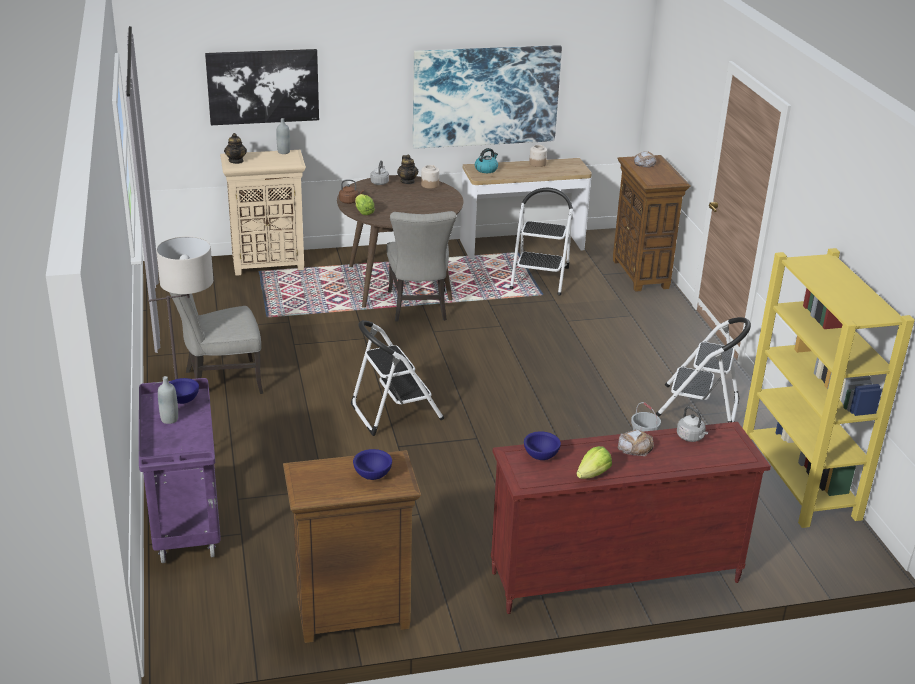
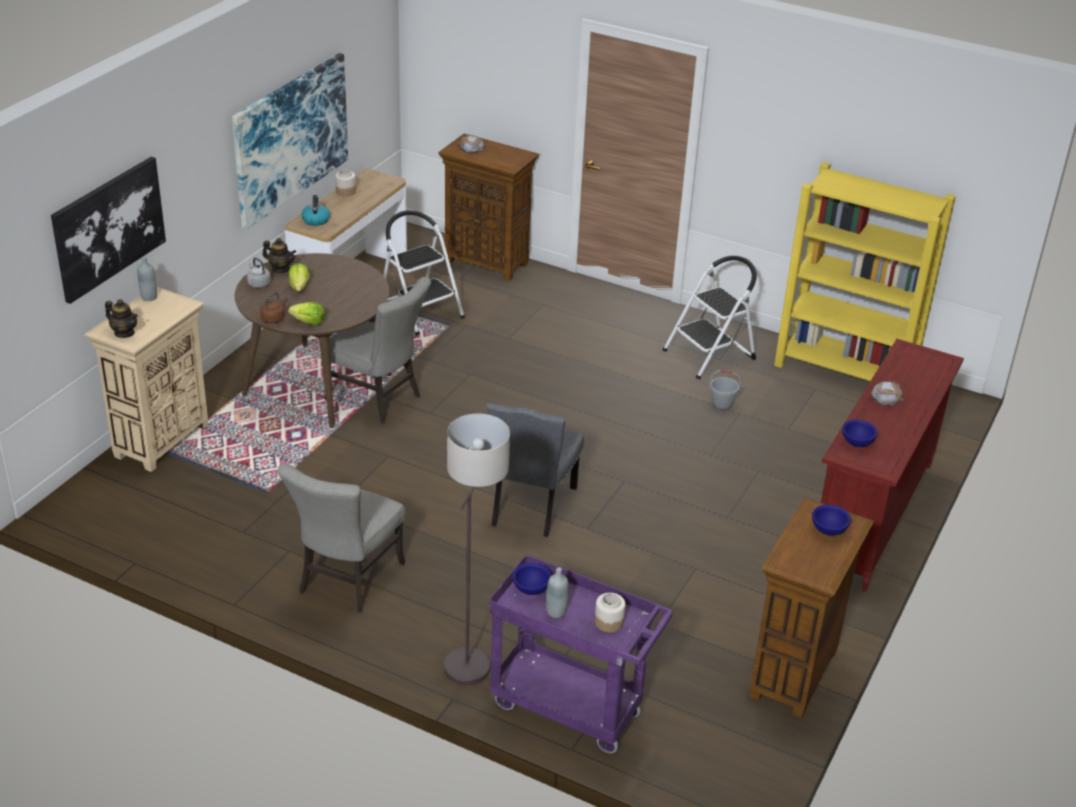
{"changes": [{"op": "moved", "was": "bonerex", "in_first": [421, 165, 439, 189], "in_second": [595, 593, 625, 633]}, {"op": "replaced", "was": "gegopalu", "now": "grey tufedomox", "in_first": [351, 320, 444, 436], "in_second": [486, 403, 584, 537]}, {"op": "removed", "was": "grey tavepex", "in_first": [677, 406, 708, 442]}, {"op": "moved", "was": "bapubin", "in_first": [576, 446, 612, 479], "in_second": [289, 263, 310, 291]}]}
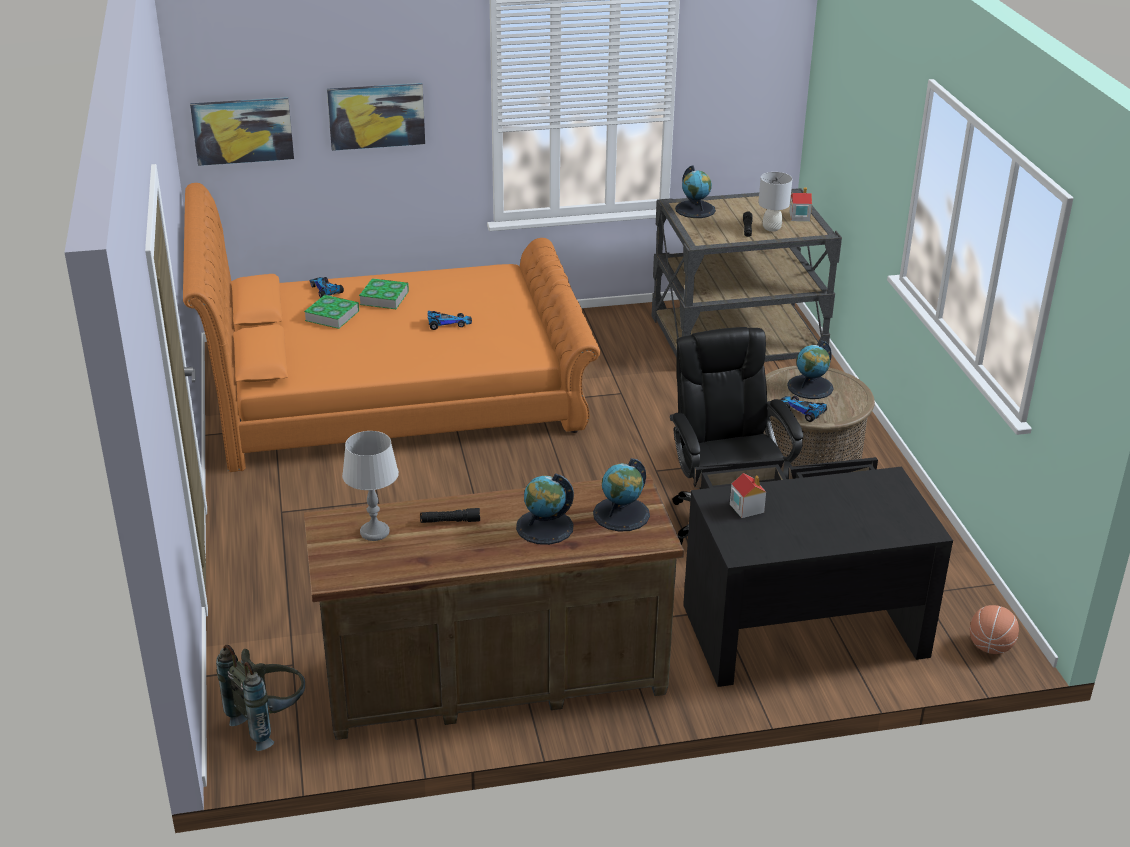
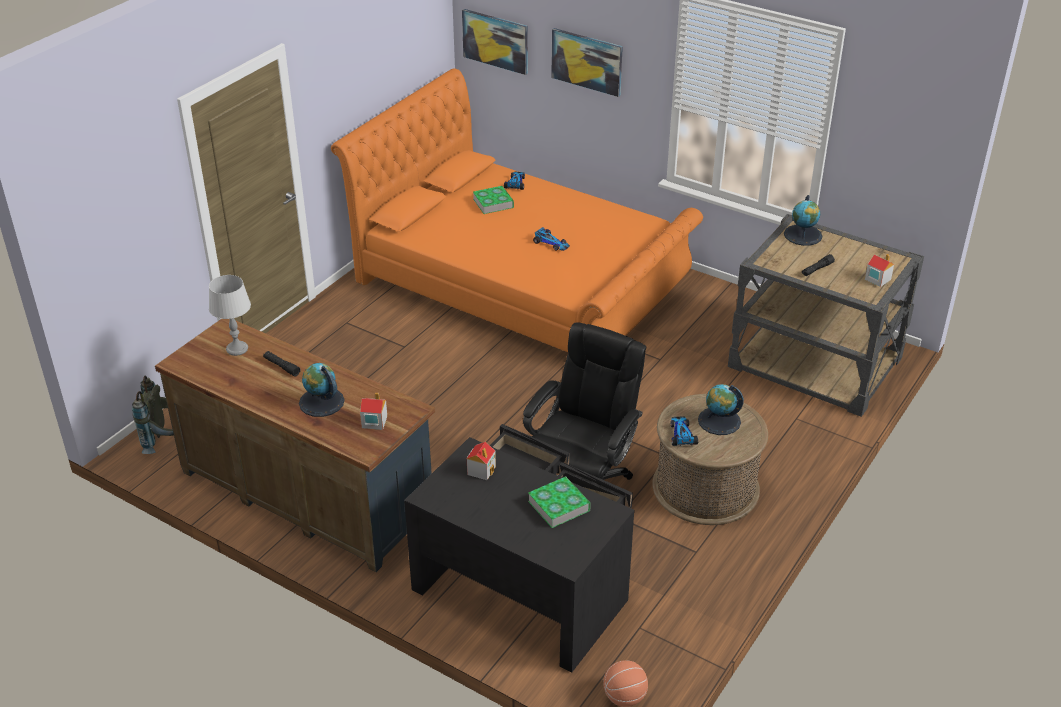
{"changes": [{"op": "removed", "was": "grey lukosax", "in_first": [758, 172, 792, 232]}, {"op": "moved", "was": "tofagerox", "in_first": [359, 278, 409, 309], "in_second": [528, 477, 591, 528]}, {"op": "replaced", "was": "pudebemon", "now": "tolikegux", "in_first": [593, 458, 650, 531], "in_second": [360, 393, 387, 430]}]}
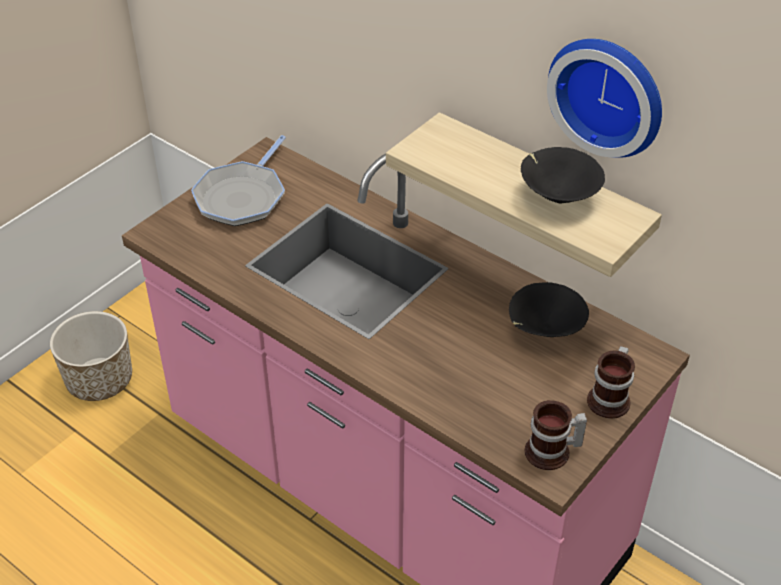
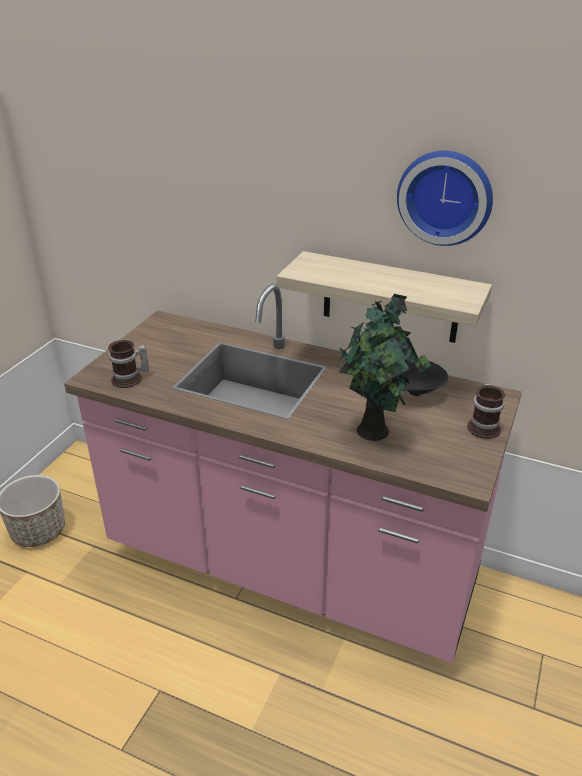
{"changes": [{"op": "removed", "was": "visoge", "in_first": [191, 135, 286, 226]}, {"op": "removed", "was": "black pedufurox", "in_first": [521, 147, 605, 204]}, {"op": "moved", "was": "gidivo", "in_first": [525, 400, 587, 470], "in_second": [108, 340, 149, 388]}, {"op": "added", "now": "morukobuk", "in_second": [339, 294, 431, 441]}]}
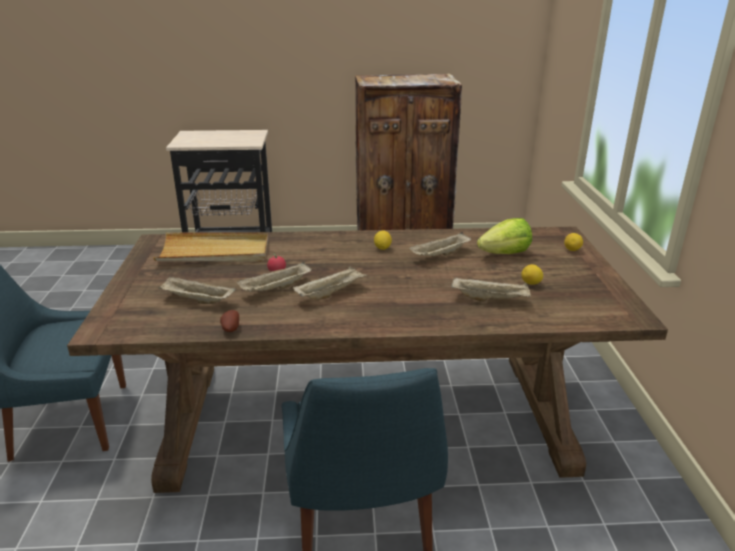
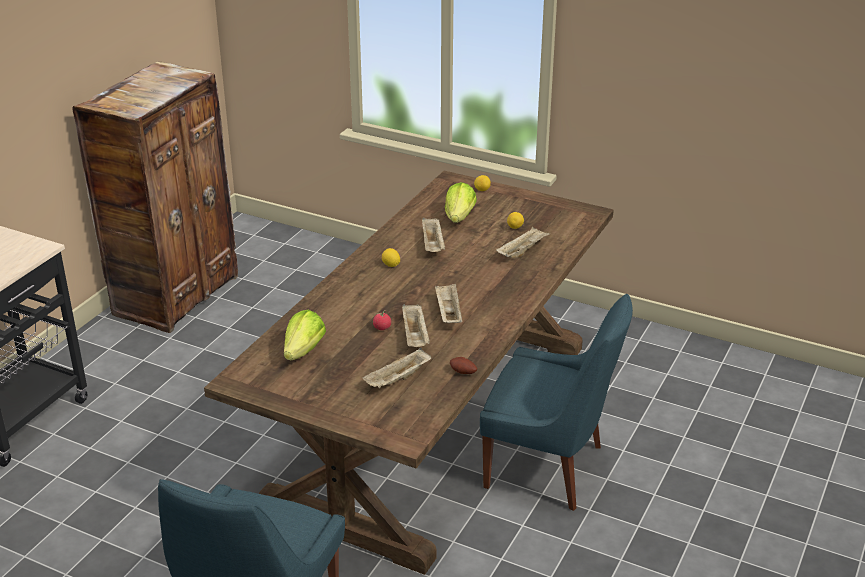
{"changes": [{"op": "replaced", "was": "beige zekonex", "now": "bapubin", "in_first": [153, 232, 268, 262], "in_second": [284, 310, 326, 360]}]}
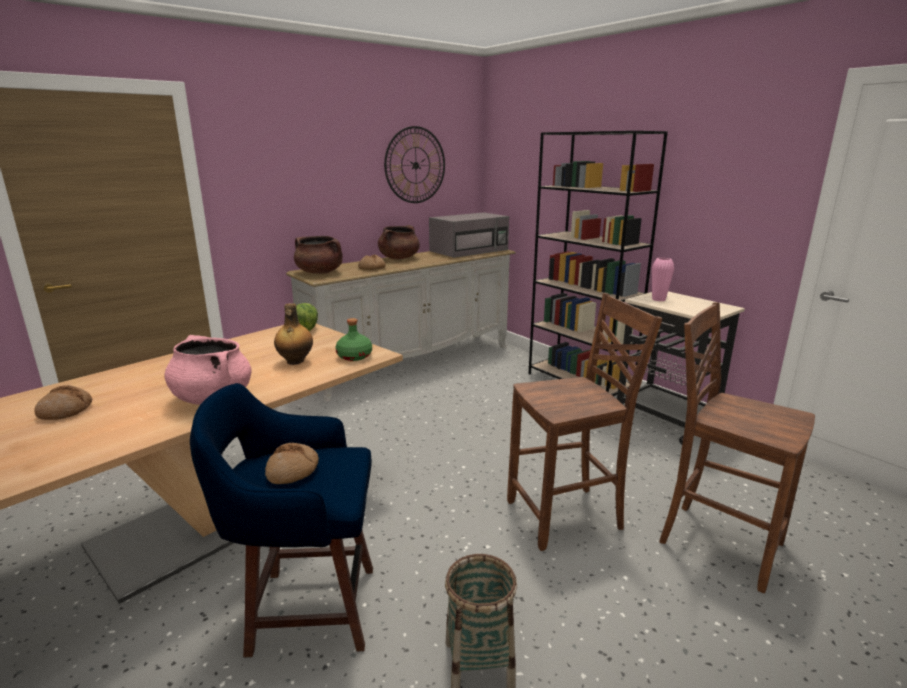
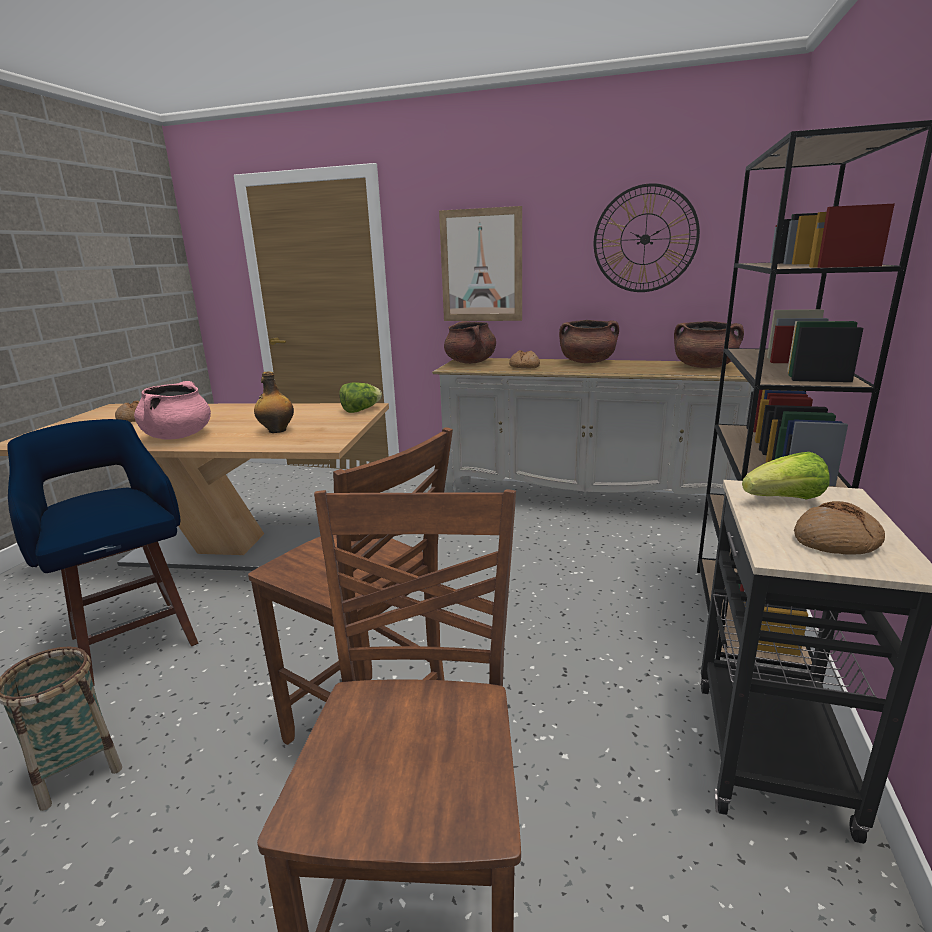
{"changes": [{"op": "replaced", "was": "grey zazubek", "now": "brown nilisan", "in_first": [429, 212, 509, 258], "in_second": [674, 321, 744, 368]}, {"op": "replaced", "was": "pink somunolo", "now": "bapubin", "in_first": [652, 258, 674, 301], "in_second": [742, 452, 830, 500]}, {"op": "removed", "was": "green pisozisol", "in_first": [335, 318, 372, 361]}, {"op": "moved", "was": "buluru", "in_first": [265, 443, 319, 484], "in_second": [794, 501, 885, 555]}, {"op": "added", "now": "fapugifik", "in_second": [439, 206, 522, 321]}]}
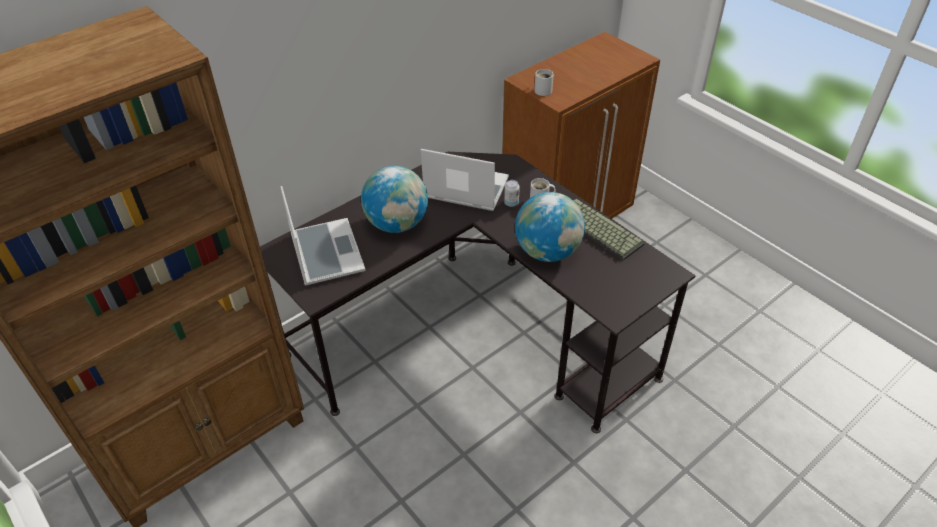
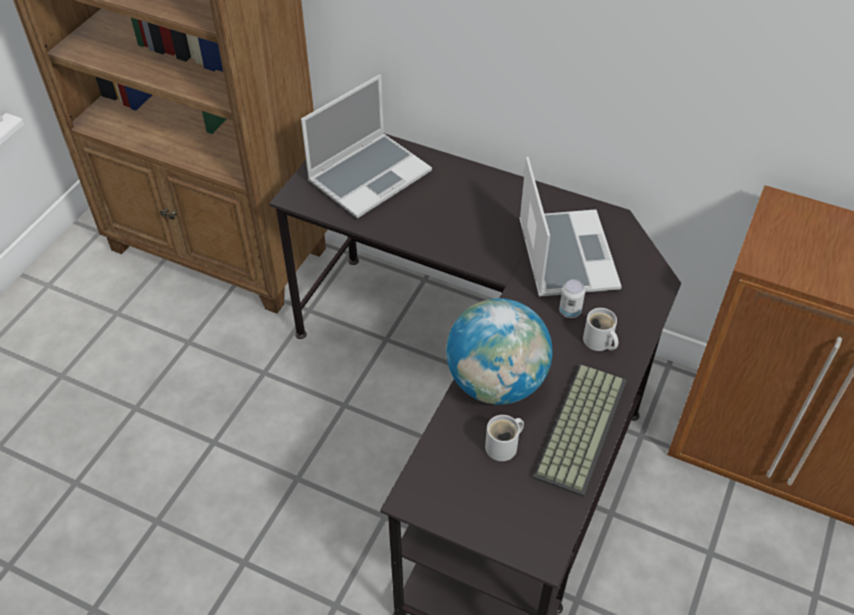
{"changes": [{"op": "moved", "was": "white gidivo", "in_first": [534, 69, 554, 96], "in_second": [485, 415, 524, 461]}, {"op": "removed", "was": "pudebemon", "in_first": [361, 166, 428, 233]}]}
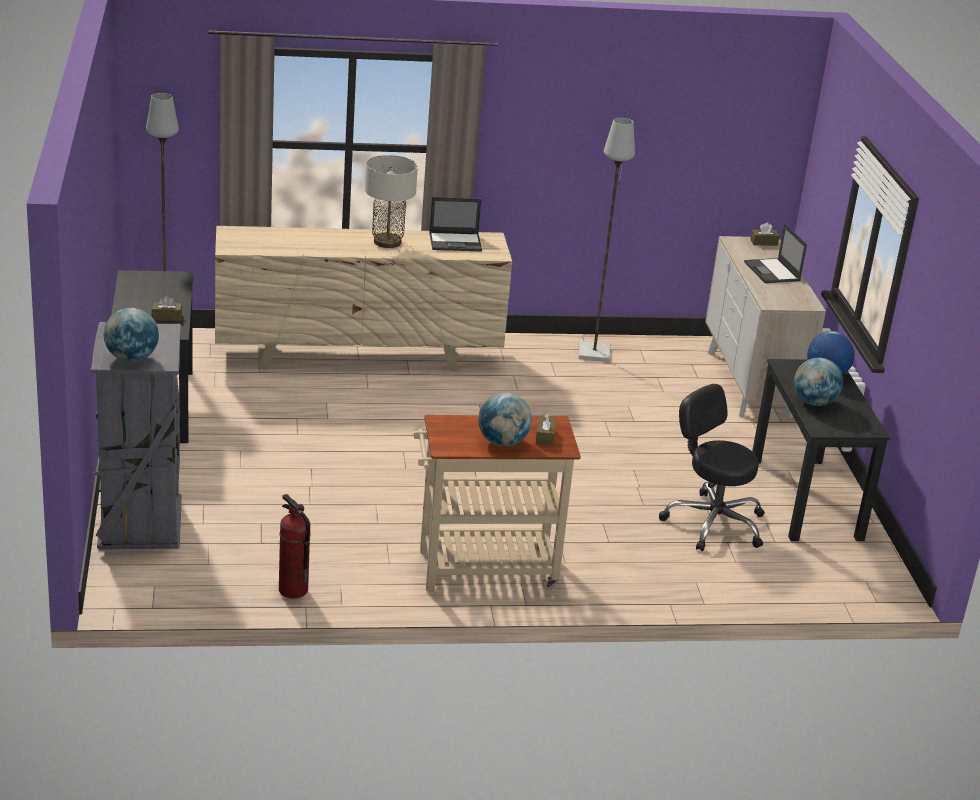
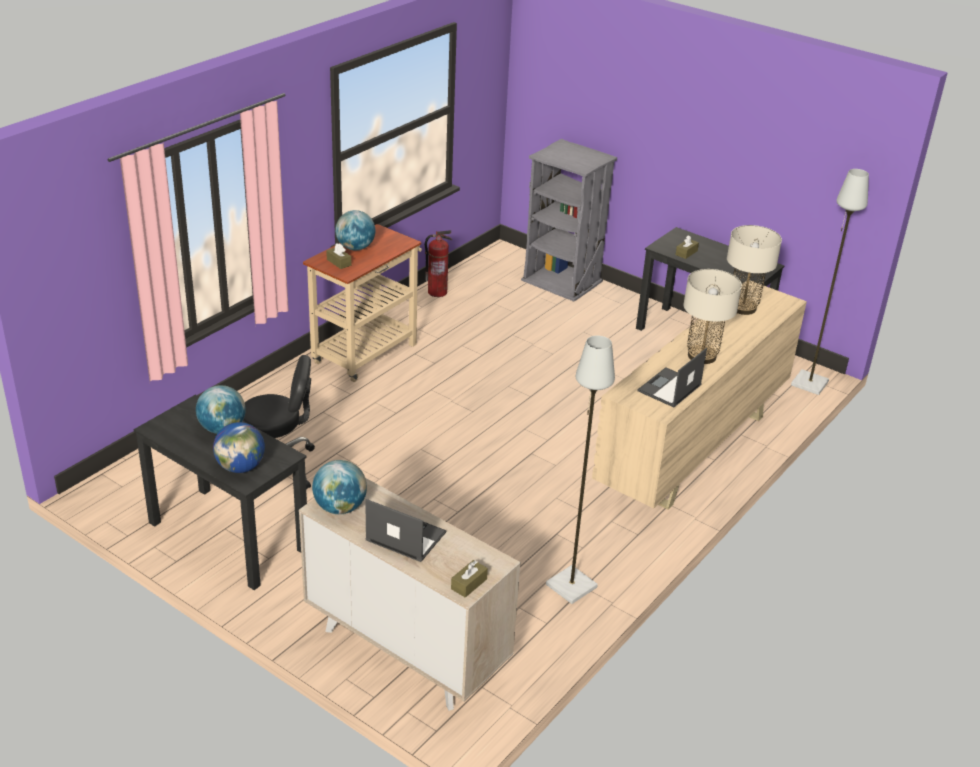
{"changes": [{"op": "moved", "was": "pudebemon", "in_first": [104, 308, 159, 362], "in_second": [312, 460, 367, 514]}, {"op": "added", "now": "lukosax", "in_second": [727, 225, 782, 315]}]}
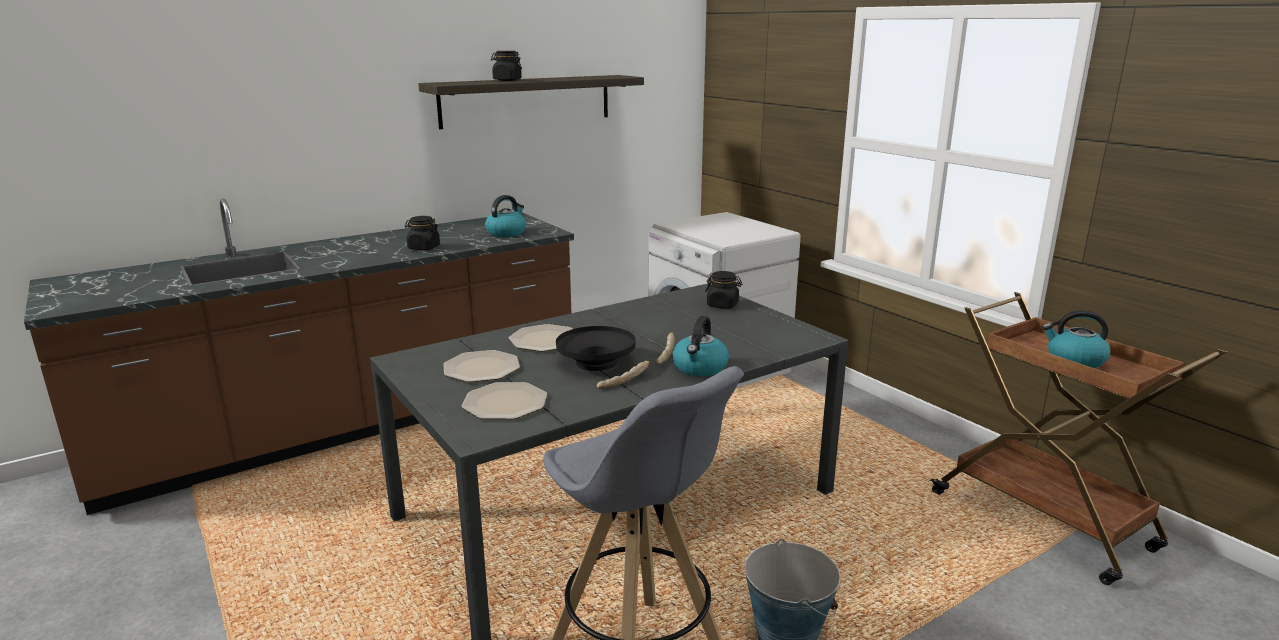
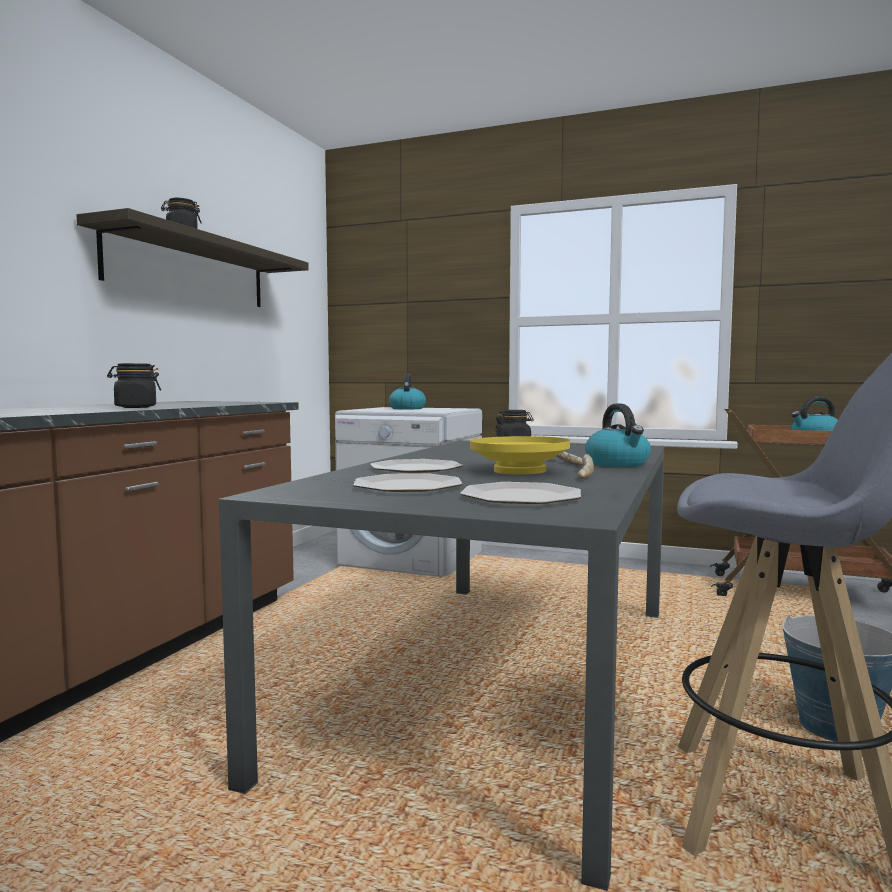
{"changes": [{"op": "moved", "was": "tavepex", "in_first": [485, 195, 526, 237], "in_second": [389, 373, 426, 409]}, {"op": "recoloured", "was": "black pedufurox", "now": "yellow pedufurox", "in_first": [556, 326, 636, 371], "in_second": [470, 436, 570, 475]}]}
